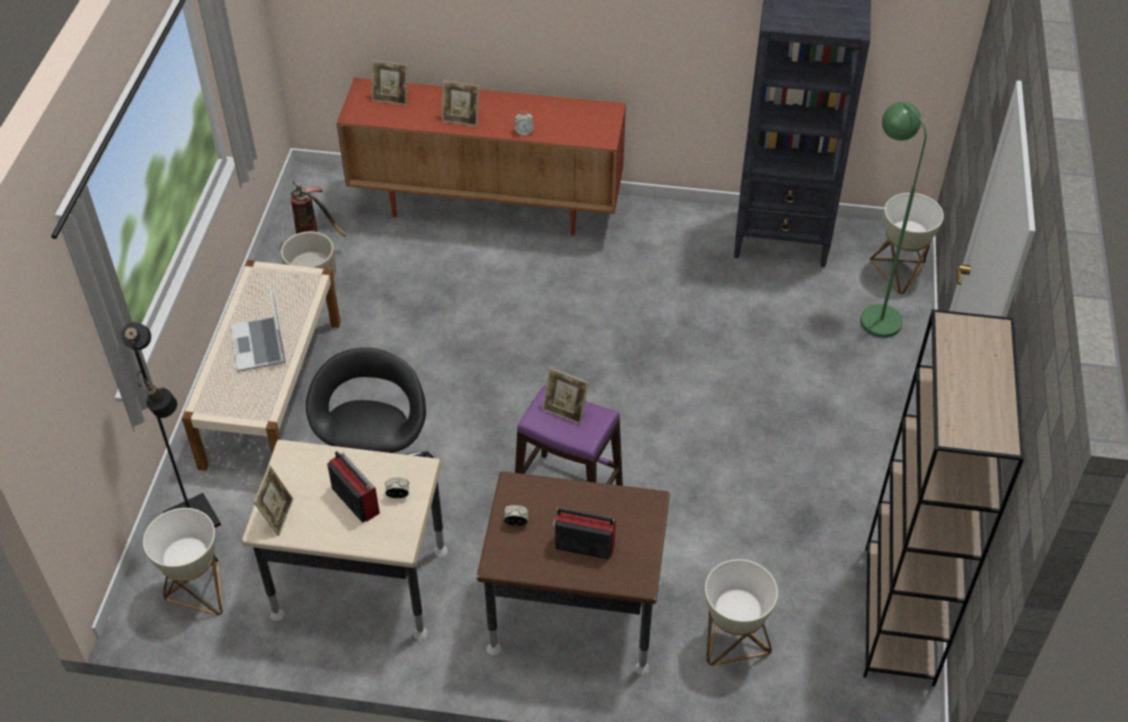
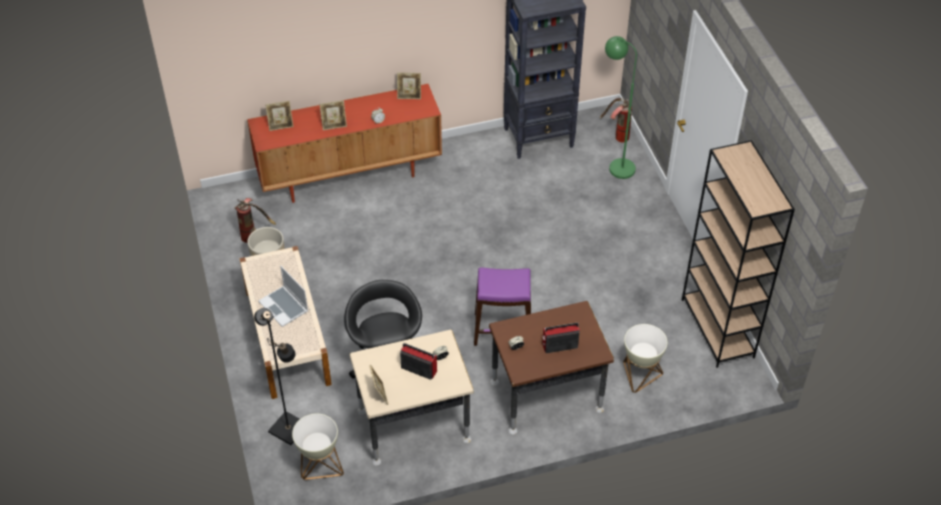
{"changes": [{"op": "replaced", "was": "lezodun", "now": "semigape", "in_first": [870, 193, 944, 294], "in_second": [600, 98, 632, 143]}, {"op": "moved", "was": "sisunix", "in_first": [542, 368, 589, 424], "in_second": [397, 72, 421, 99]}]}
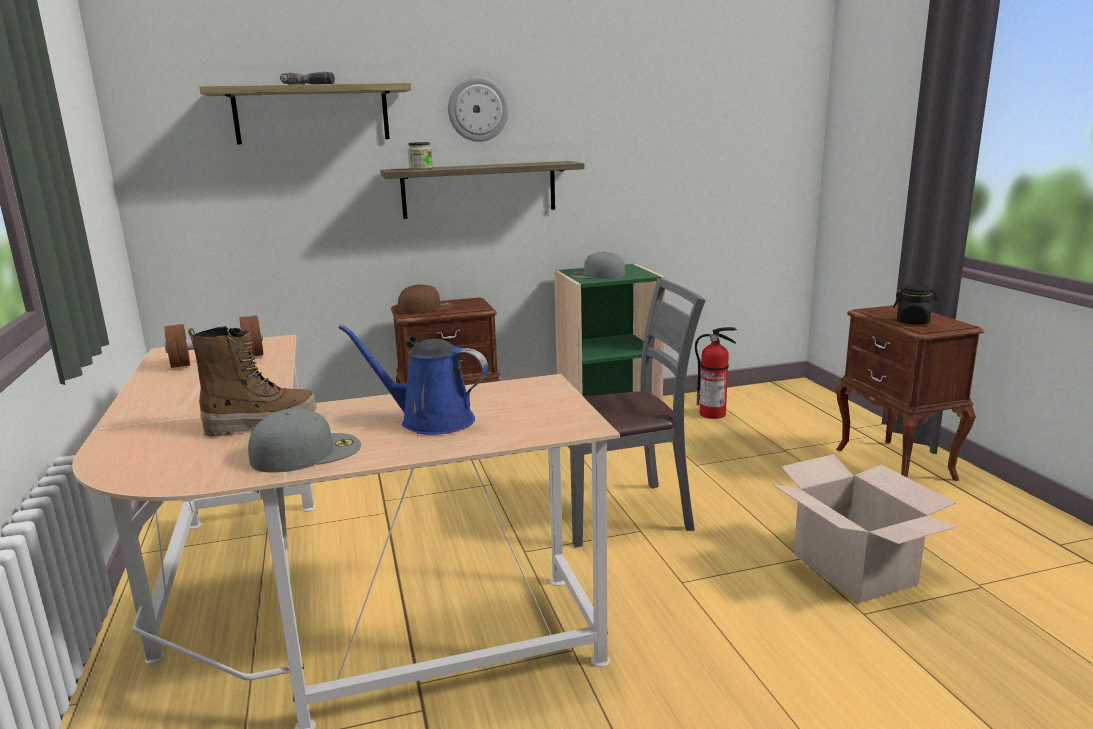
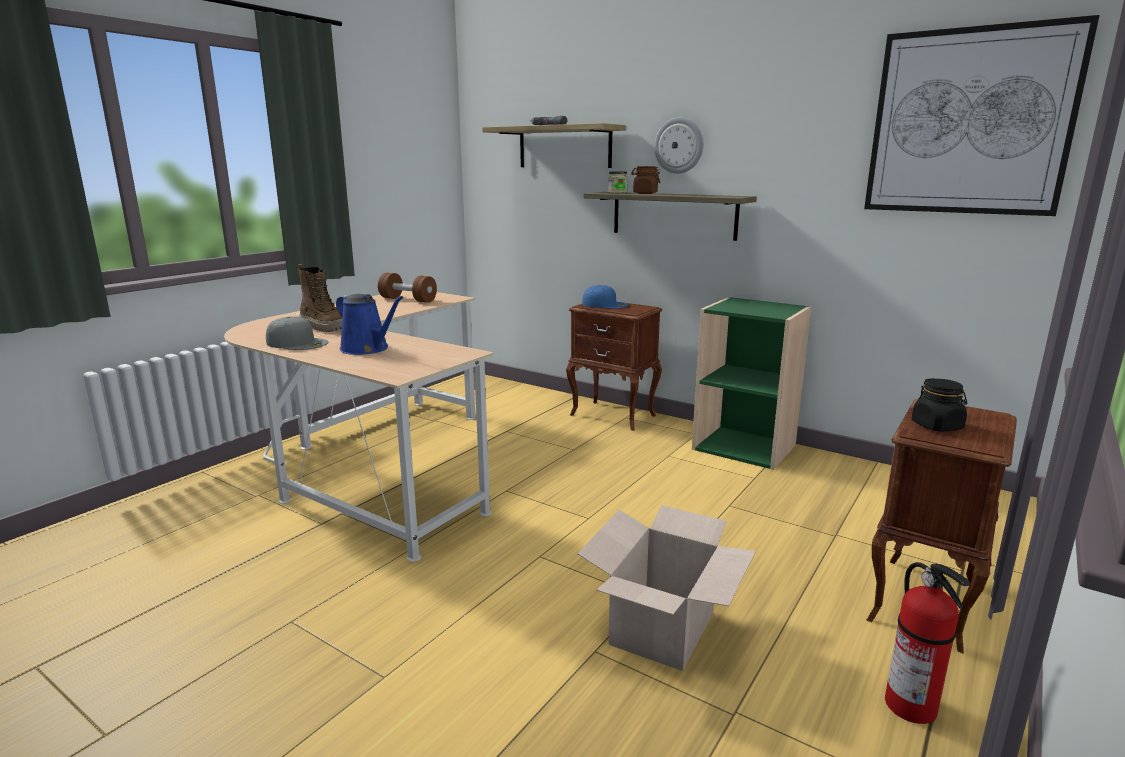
{"changes": [{"op": "removed", "was": "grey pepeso", "in_first": [570, 252, 625, 279]}, {"op": "removed", "was": "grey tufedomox", "in_first": [548, 278, 706, 547]}, {"op": "recoloured", "was": "brown pepeso", "now": "blue pepeso", "in_first": [398, 284, 455, 314], "in_second": [582, 285, 628, 309]}, {"op": "turned", "was": "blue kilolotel", "in_first": [338, 325, 488, 435], "in_second": [336, 294, 404, 355], "clockwise": 150}, {"op": "moved", "was": "semigape", "in_first": [695, 327, 737, 419], "in_second": [885, 562, 970, 724]}, {"op": "added", "now": "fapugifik", "in_second": [864, 15, 1100, 216]}, {"op": "added", "now": "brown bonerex", "in_second": [631, 166, 660, 194]}]}
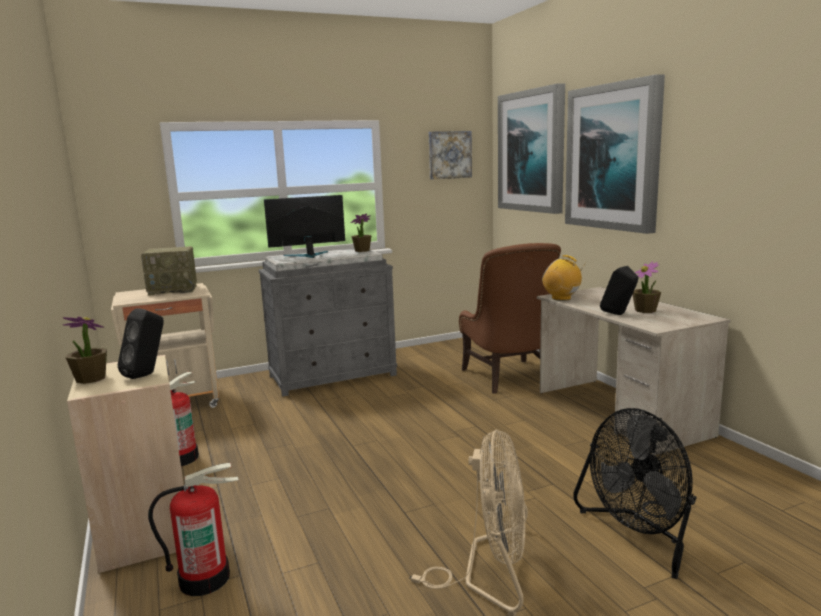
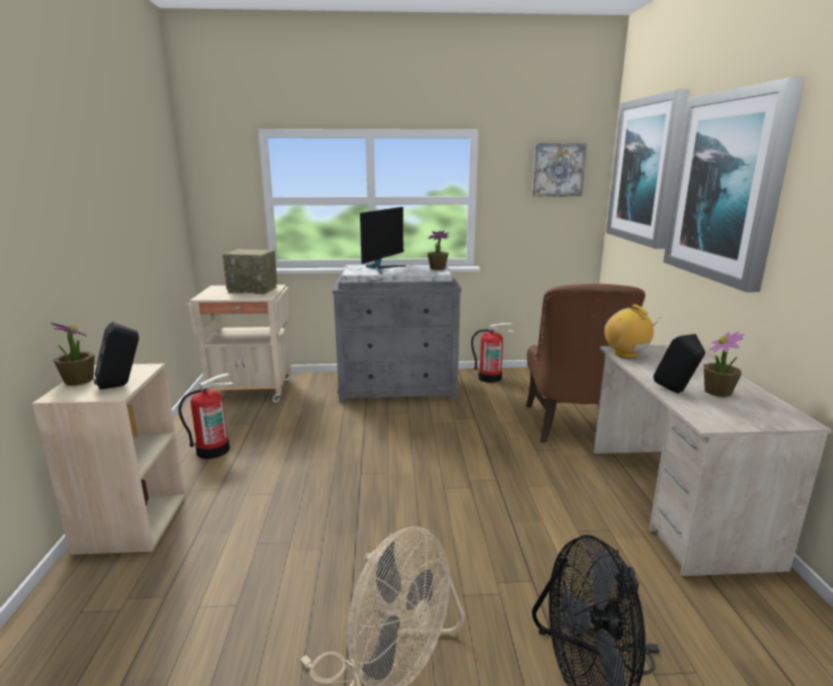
{"changes": [{"op": "turned", "was": "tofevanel", "in_first": [264, 195, 345, 258], "in_second": [360, 207, 406, 274], "clockwise": 120}, {"op": "moved", "was": "semigape", "in_first": [148, 463, 239, 596], "in_second": [471, 323, 514, 383]}]}
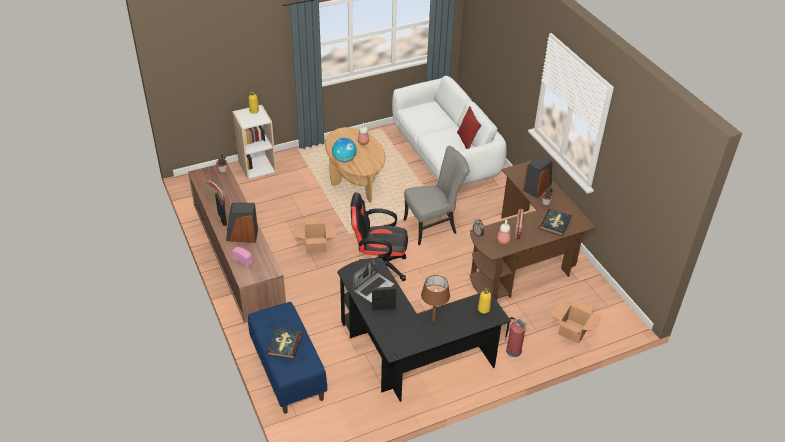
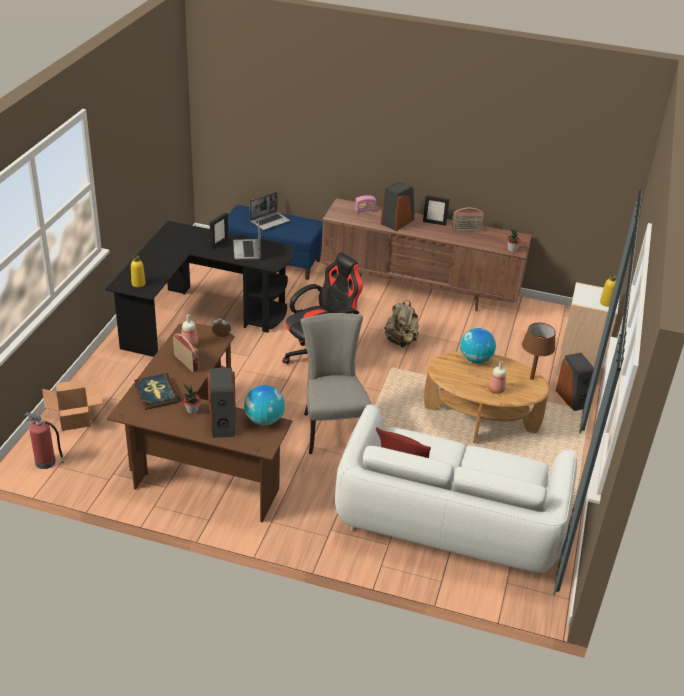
{"changes": [{"op": "turned", "was": "grey tufedomox", "in_first": [403, 146, 470, 245], "in_second": [300, 313, 371, 454], "clockwise": 150}, {"op": "replaced", "was": "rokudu", "now": "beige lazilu", "in_first": [295, 217, 336, 253], "in_second": [385, 300, 419, 347]}, {"op": "moved", "was": "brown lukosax", "in_first": [421, 275, 450, 321], "in_second": [522, 323, 556, 380]}, {"op": "moved", "was": "semigape", "in_first": [504, 317, 526, 357], "in_second": [25, 412, 64, 469]}, {"op": "replaced", "was": "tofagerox", "now": "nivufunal", "in_first": [267, 327, 302, 359], "in_second": [250, 192, 290, 230]}, {"op": "added", "now": "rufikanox", "in_second": [556, 353, 594, 411]}, {"op": "added", "now": "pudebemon", "in_second": [244, 385, 285, 425]}]}
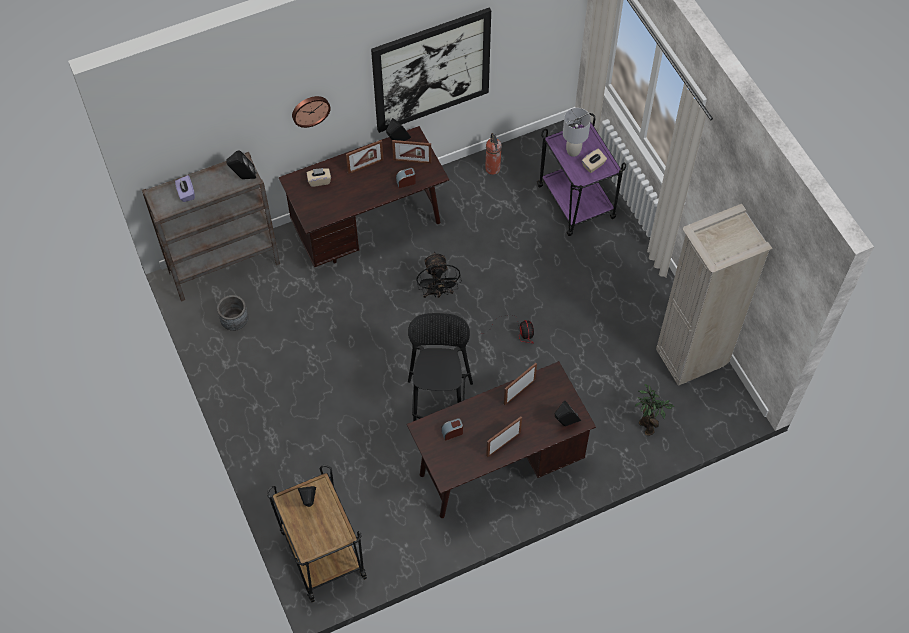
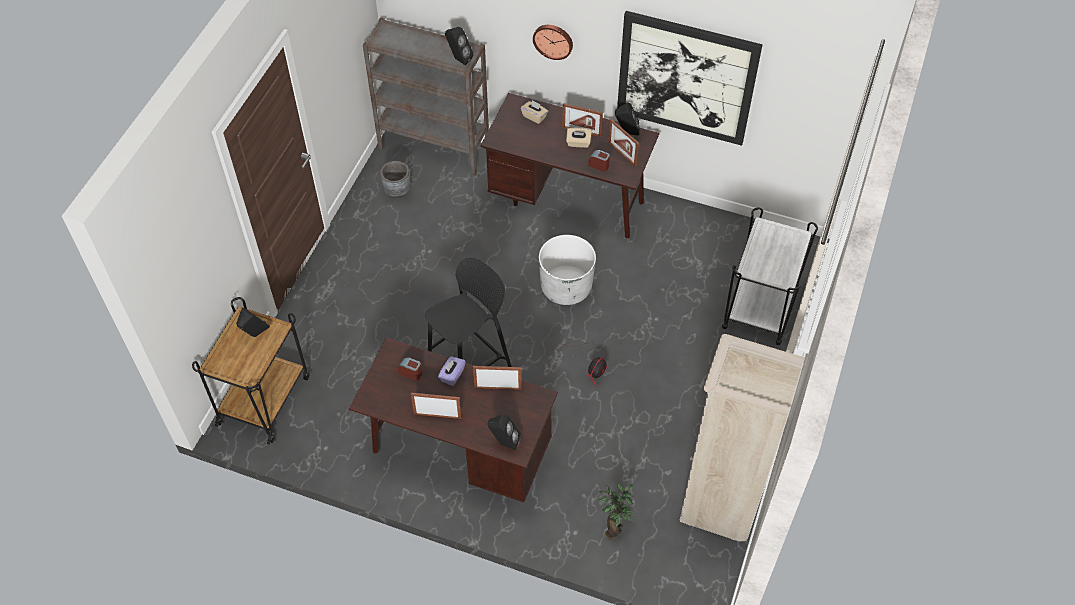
{"changes": [{"op": "removed", "was": "grey lukosax", "in_first": [563, 108, 591, 157]}, {"op": "recoloured", "was": "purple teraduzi", "now": "white teraduzi", "in_first": [537, 113, 626, 236], "in_second": [722, 207, 818, 345]}, {"op": "removed", "was": "semigape", "in_first": [485, 133, 502, 175]}, {"op": "moved", "was": "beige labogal", "in_first": [582, 149, 607, 173], "in_second": [566, 128, 592, 148]}, {"op": "moved", "was": "purple labogal", "in_first": [175, 175, 195, 202], "in_second": [438, 356, 466, 386]}, {"op": "replaced", "was": "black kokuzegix", "now": "white lezodun", "in_first": [416, 252, 462, 298], "in_second": [539, 235, 596, 305]}]}
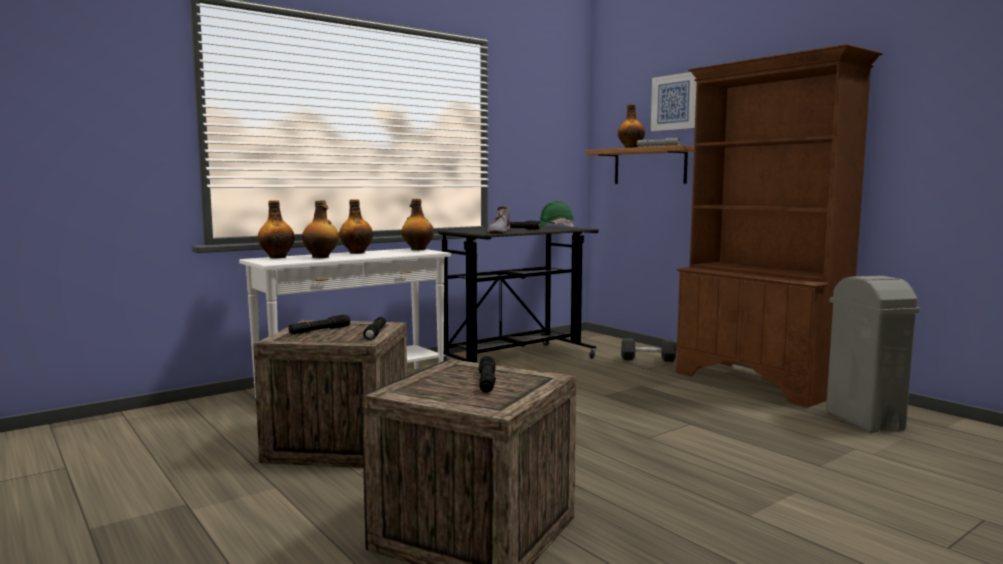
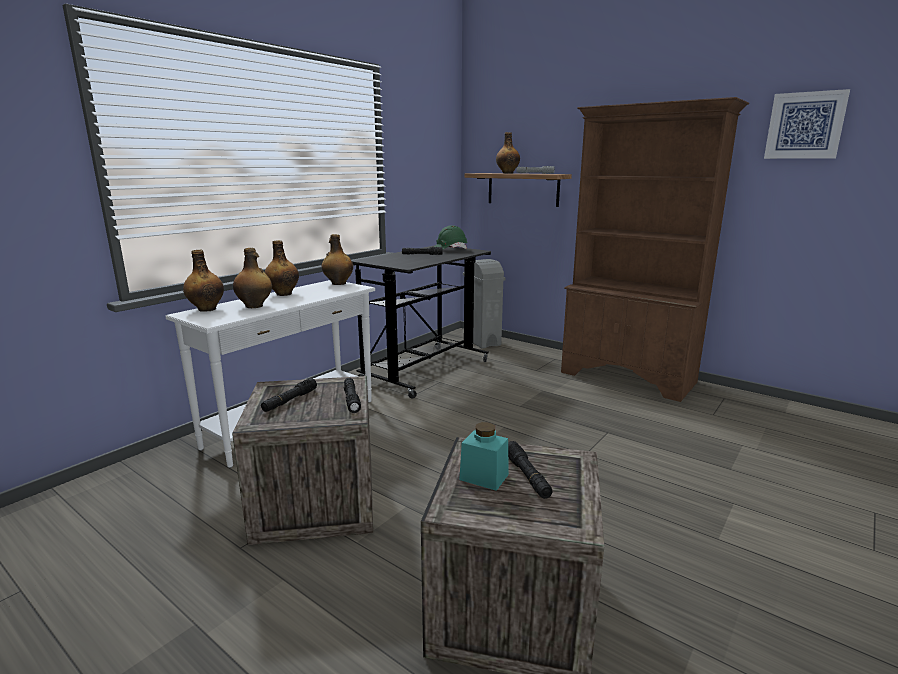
{"changes": [{"op": "moved", "was": "fapugifik", "in_first": [651, 72, 697, 131], "in_second": [764, 89, 850, 159]}, {"op": "removed", "was": "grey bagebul", "in_first": [487, 206, 510, 234]}, {"op": "moved", "was": "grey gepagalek", "in_first": [826, 276, 920, 433], "in_second": [463, 259, 505, 349]}, {"op": "removed", "was": "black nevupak", "in_first": [621, 338, 676, 362]}, {"op": "added", "now": "turquoise bonerex", "in_second": [459, 422, 509, 491]}]}
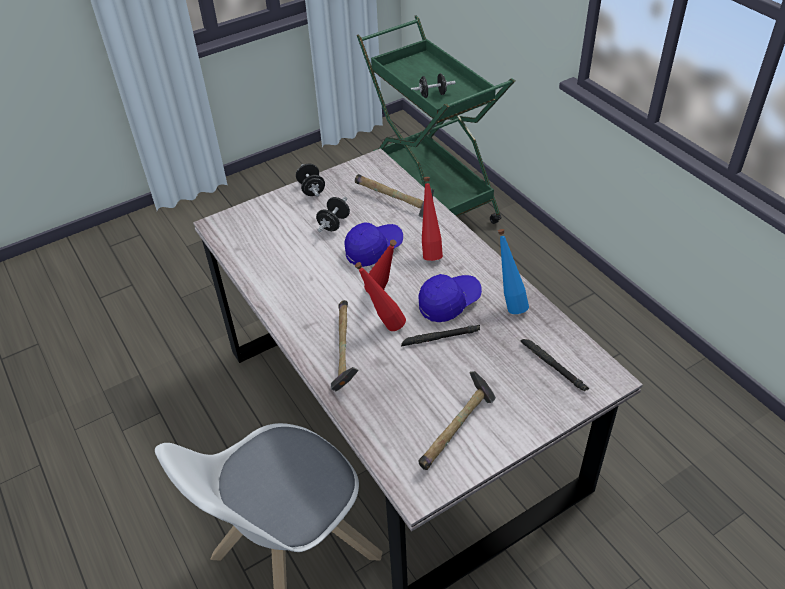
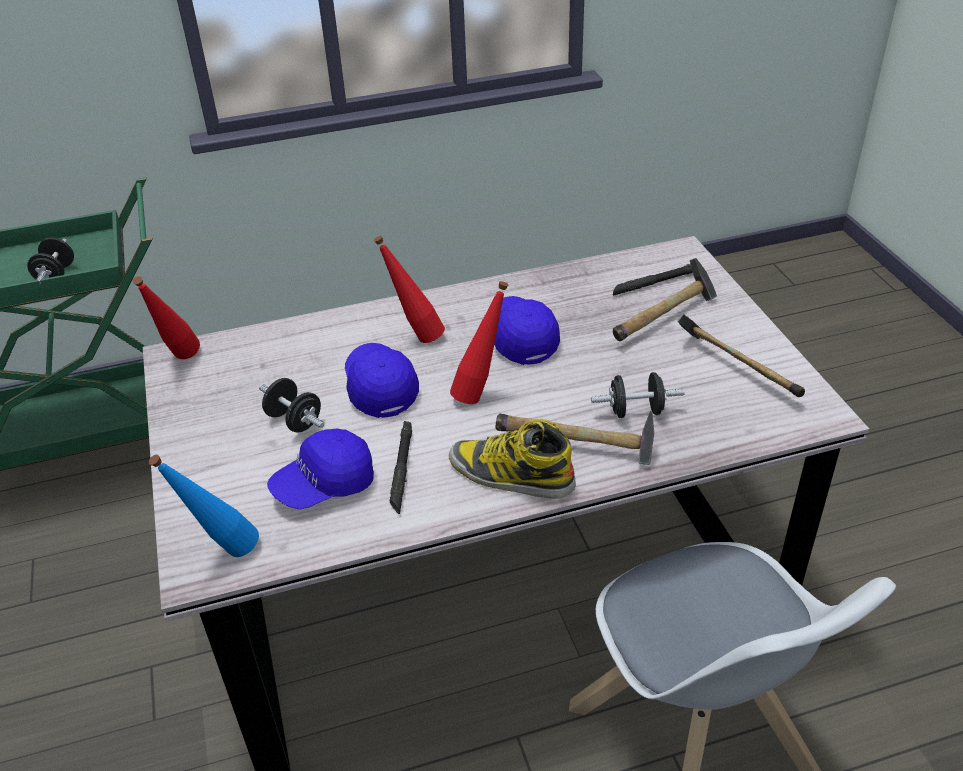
{"changes": [{"op": "moved", "was": "black nevupak", "in_first": [296, 164, 325, 197], "in_second": [591, 372, 684, 418]}, {"op": "moved", "was": "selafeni", "in_first": [355, 174, 434, 218], "in_second": [613, 258, 717, 341]}, {"op": "moved", "was": "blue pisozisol", "in_first": [498, 229, 529, 314], "in_second": [149, 455, 259, 557]}, {"op": "moved", "was": "red pisozisol", "in_first": [355, 262, 406, 331], "in_second": [133, 276, 200, 359]}, {"op": "moved", "was": "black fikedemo", "in_first": [401, 325, 480, 346], "in_second": [390, 421, 412, 514]}, {"op": "added", "now": "bagebul", "in_second": [449, 419, 576, 499]}, {"op": "added", "now": "blue pepeso", "in_second": [267, 428, 374, 509]}]}
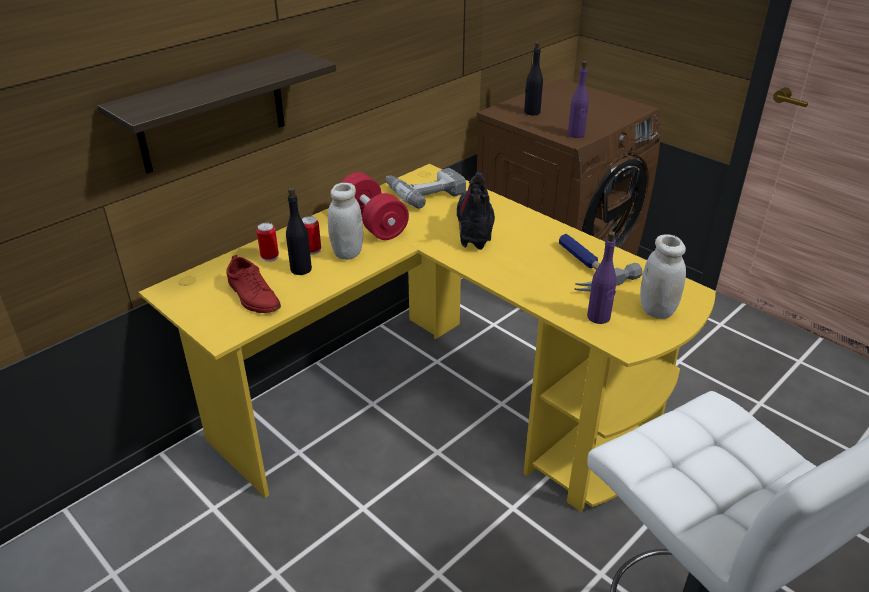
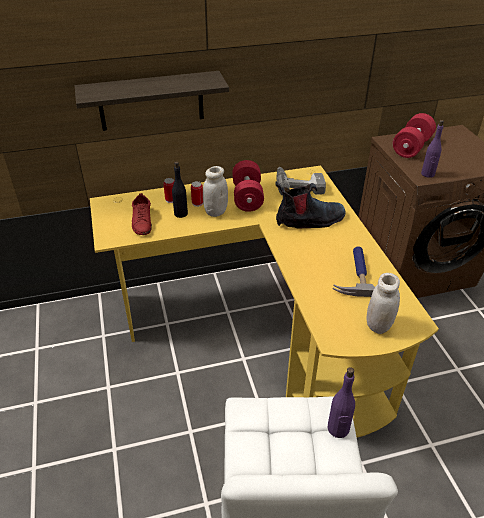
{"changes": [{"op": "replaced", "was": "black pisozisol", "now": "red nevupak", "in_first": [524, 42, 543, 115], "in_second": [393, 113, 436, 158]}, {"op": "turned", "was": "bagebul", "in_first": [457, 172, 495, 250], "in_second": [275, 181, 346, 228], "clockwise": 45}, {"op": "moved", "was": "purple pisozisol", "in_first": [587, 231, 617, 324], "in_second": [328, 367, 355, 438]}]}
